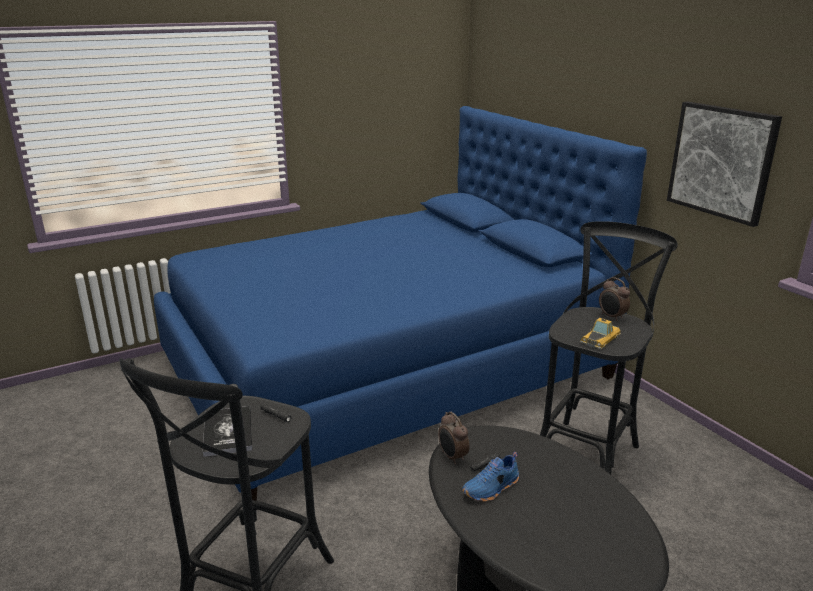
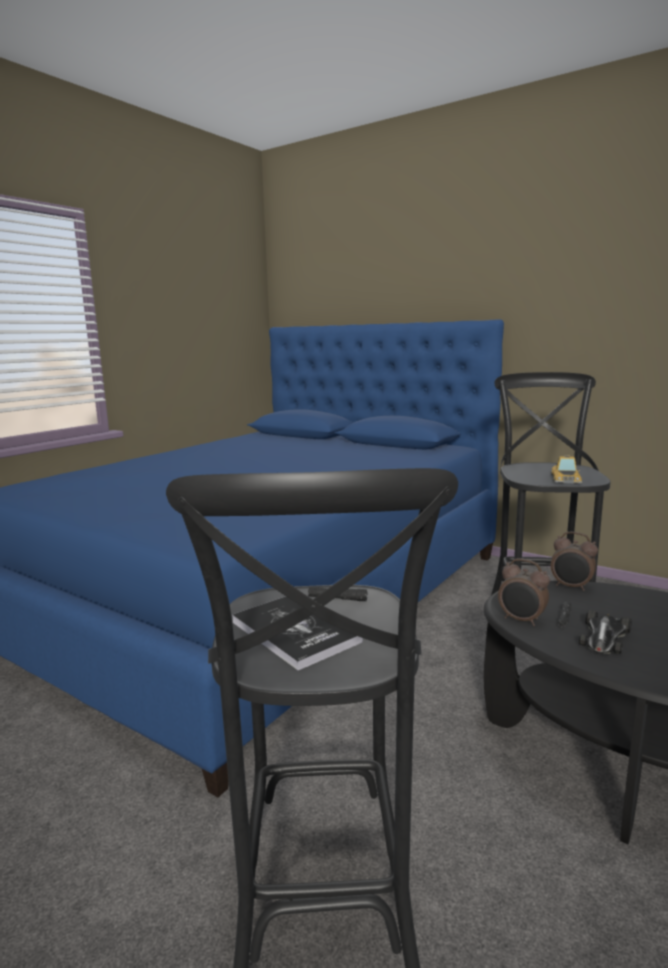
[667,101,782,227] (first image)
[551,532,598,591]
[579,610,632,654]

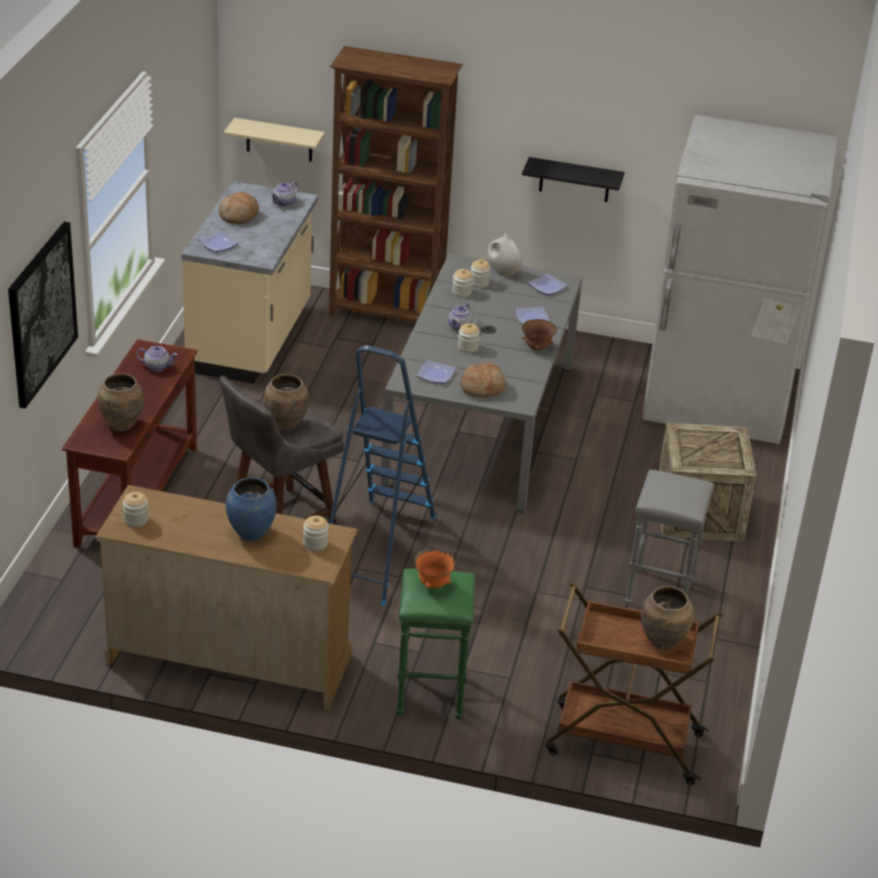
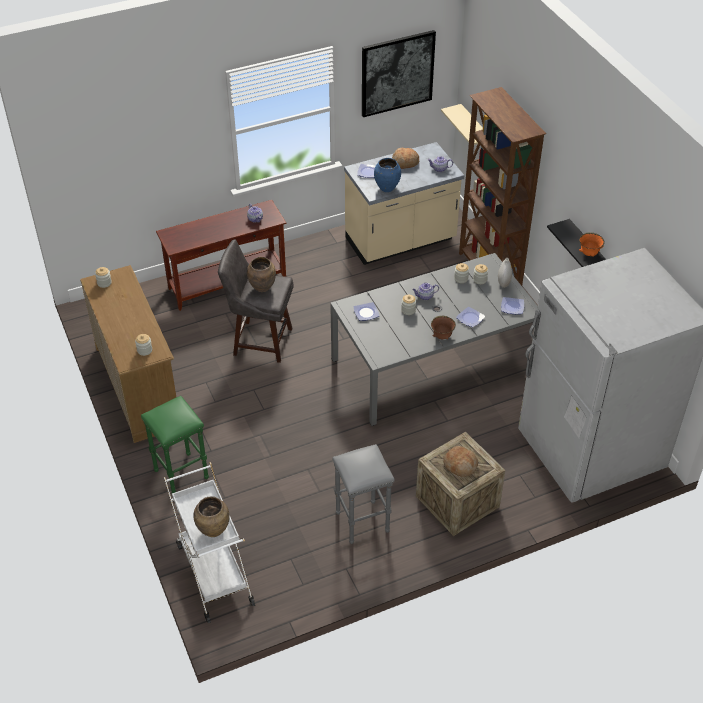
[362,30,436,117]
[329,346,436,606] (first image)
[443,446,478,477]
[97,373,144,431] (first image)
[374,158,401,192]
[579,232,605,257]
[164,462,255,623]

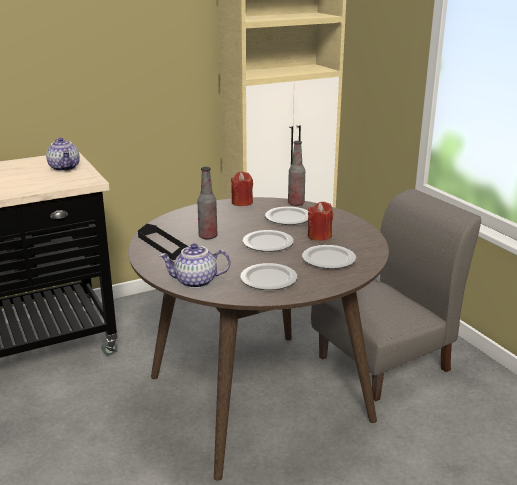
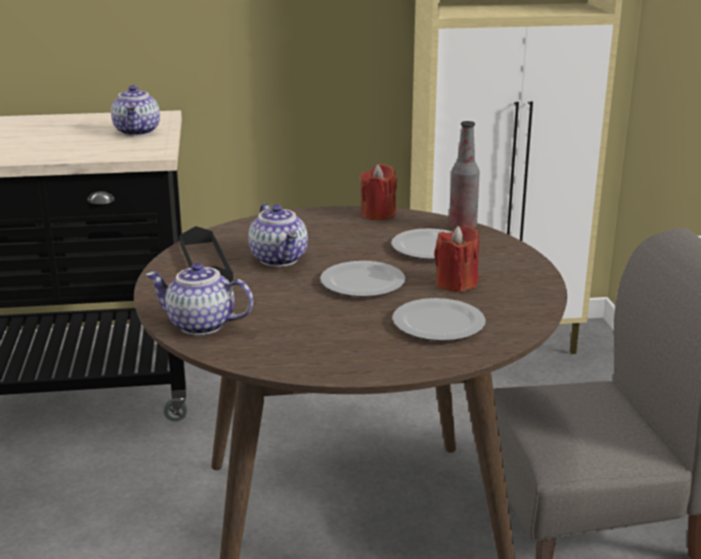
[248,203,308,267]
[240,263,297,290] (first image)

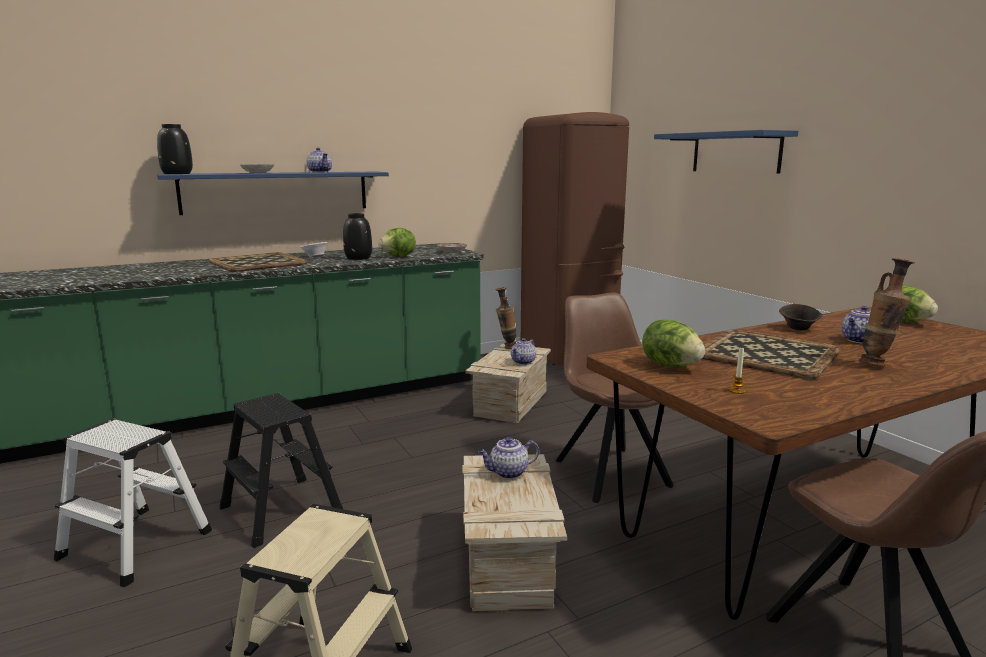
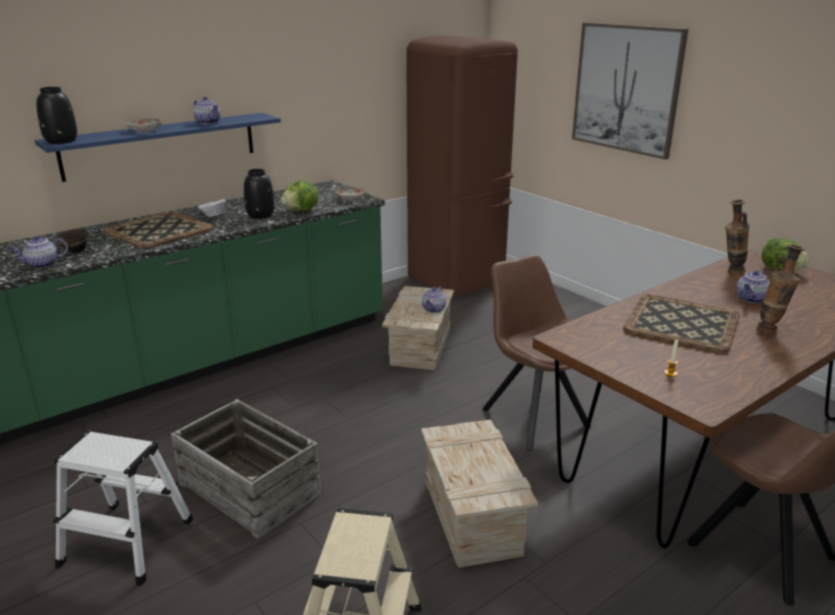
[572,22,688,159]
[725,200,750,275]
[56,229,90,253]
[642,320,705,367] (first image)
[171,399,322,539]
[9,236,68,269]

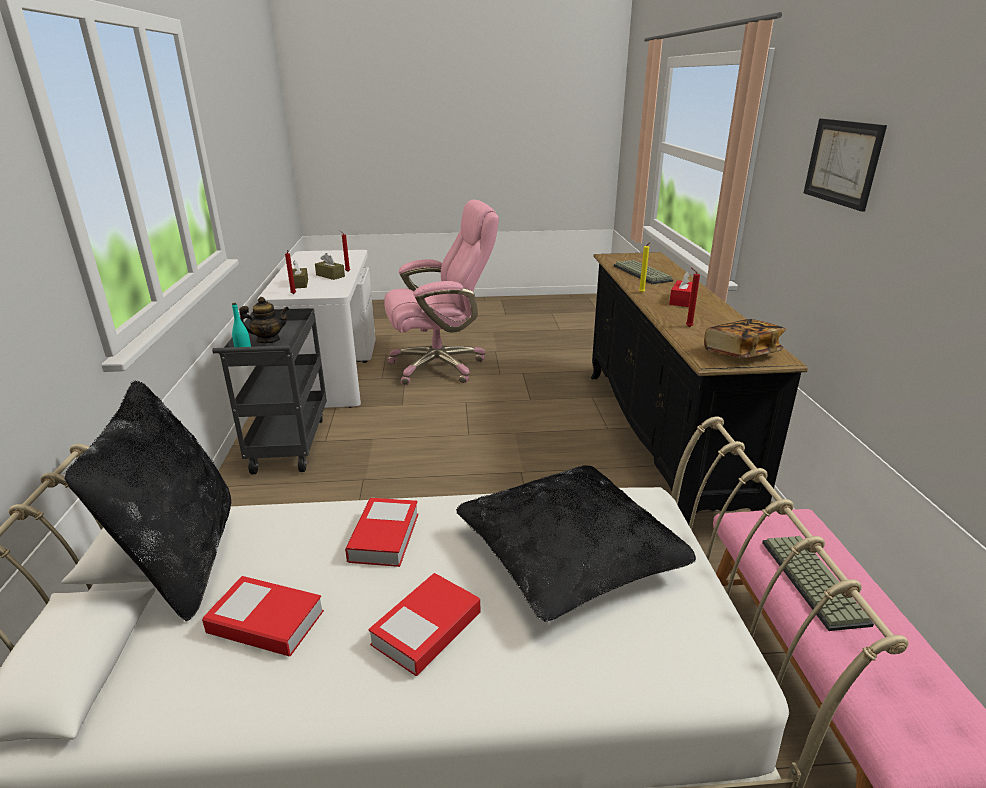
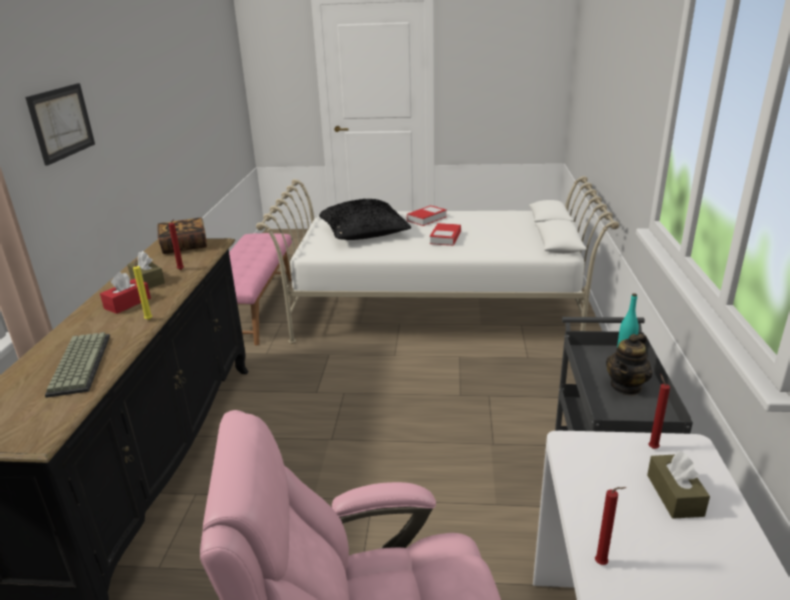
[127,251,165,288]
[606,333,653,396]
[64,380,231,621] (first image)
[762,536,874,631] (first image)
[202,576,324,656] (first image)

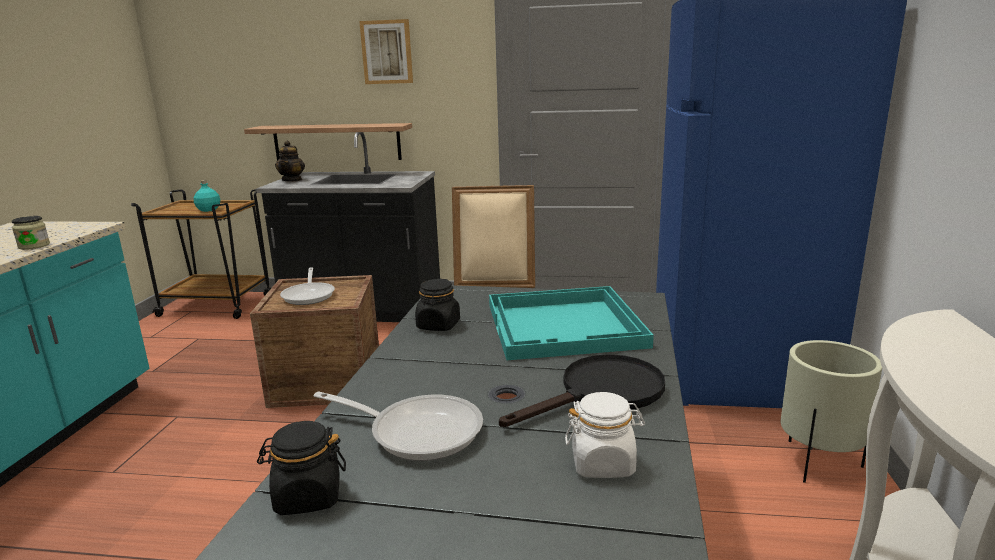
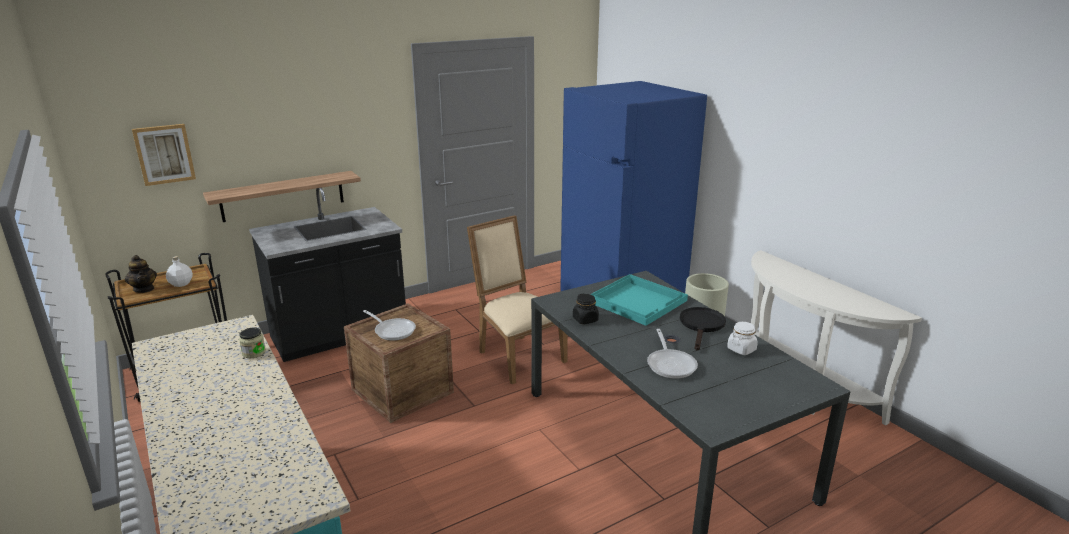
[132,124,196,186]
[125,255,157,293]
[166,256,193,287]
[647,329,698,379]
[257,421,346,515] (first image)

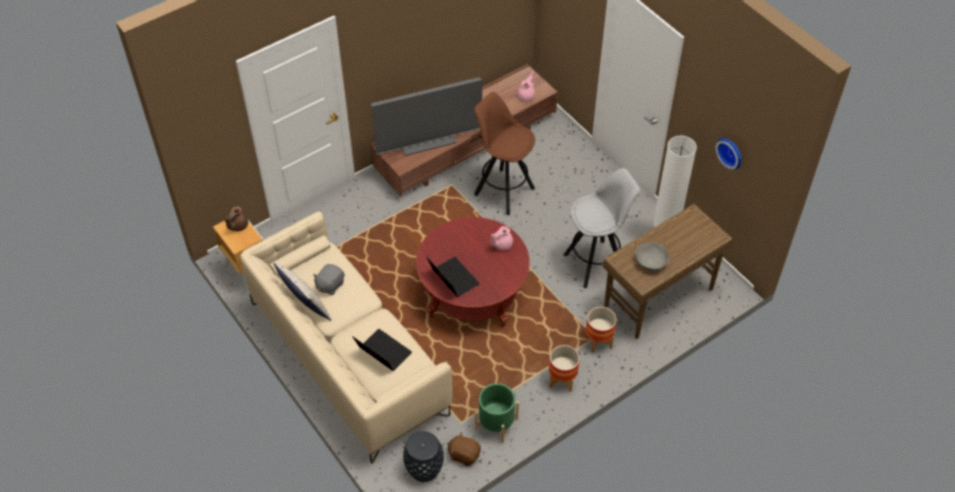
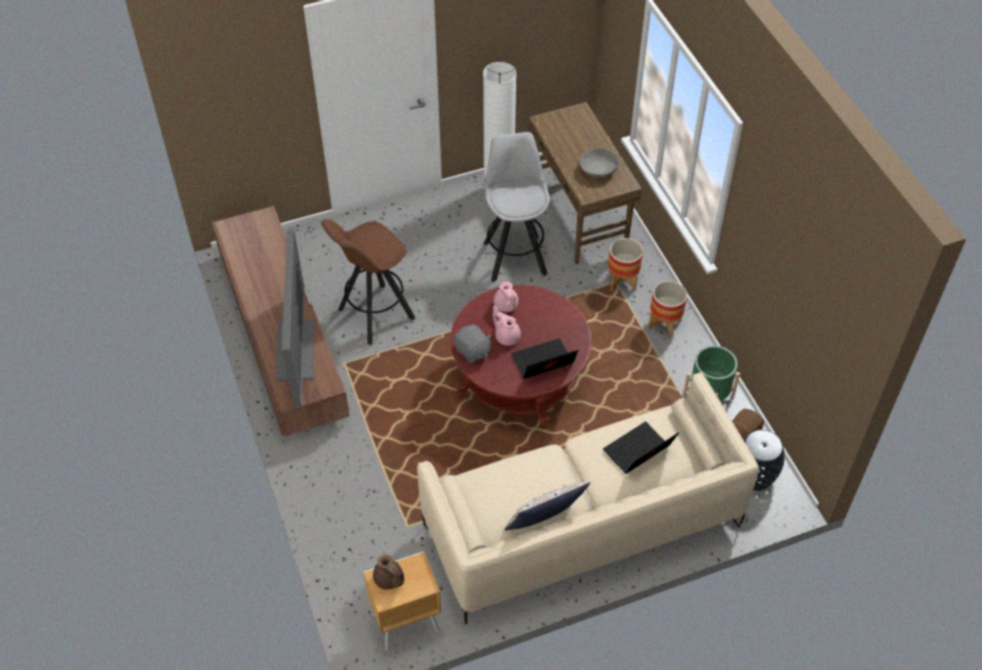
[493,306,521,346]
[715,138,741,170] (first image)
[454,324,492,363]

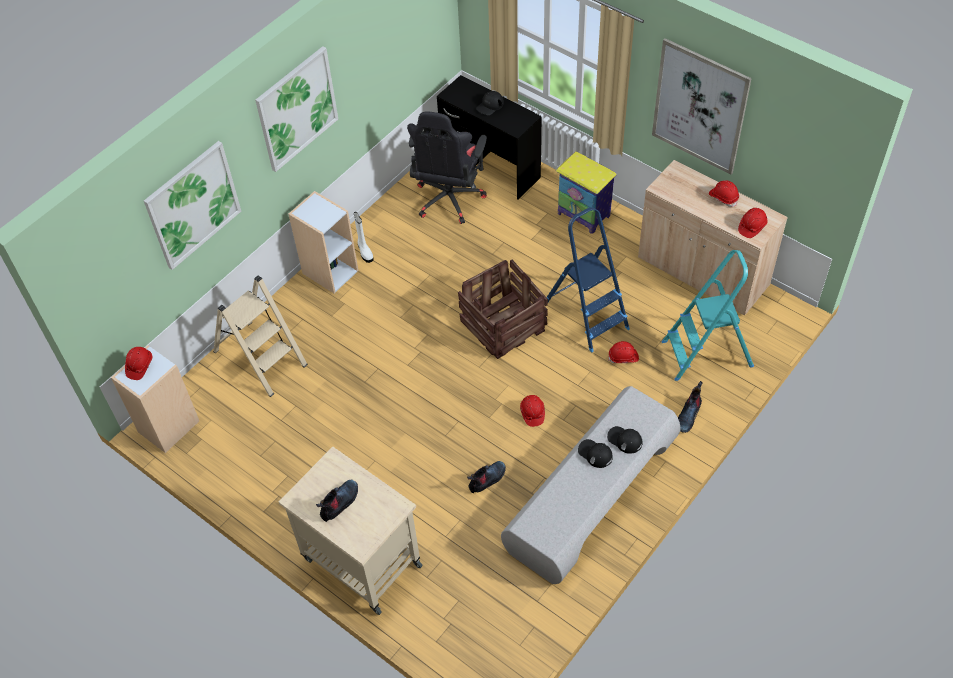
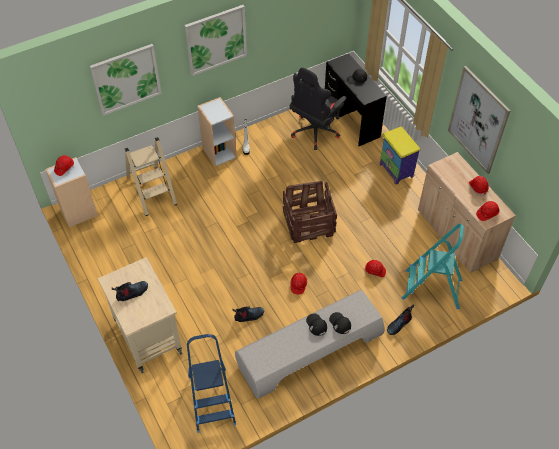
[187,334,236,433]

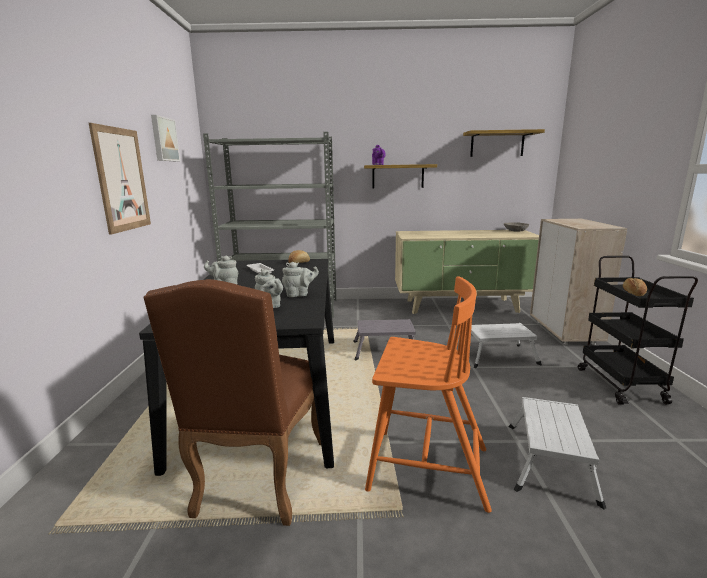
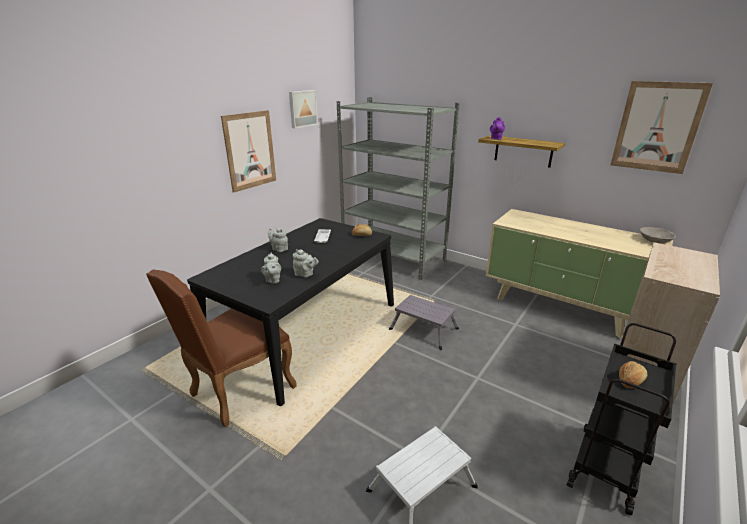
[611,81,713,174]
[365,277,492,513] (first image)
[471,323,542,368] (first image)

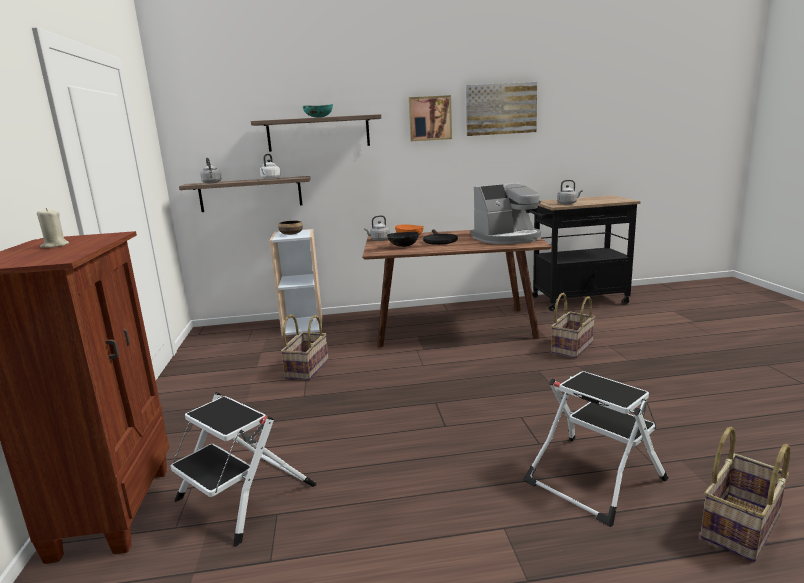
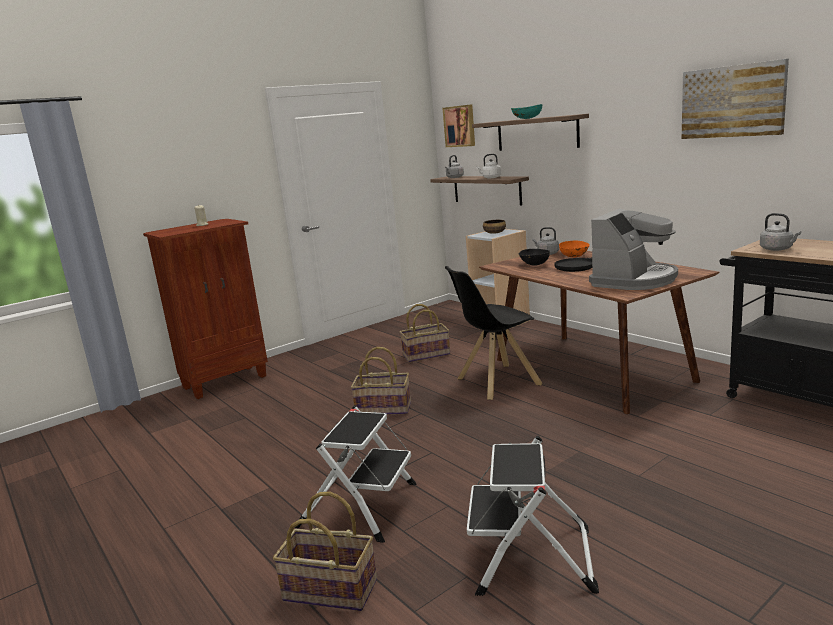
[442,104,475,147]
[589,208,678,290]
[351,347,411,415]
[467,436,599,596]
[445,266,542,400]

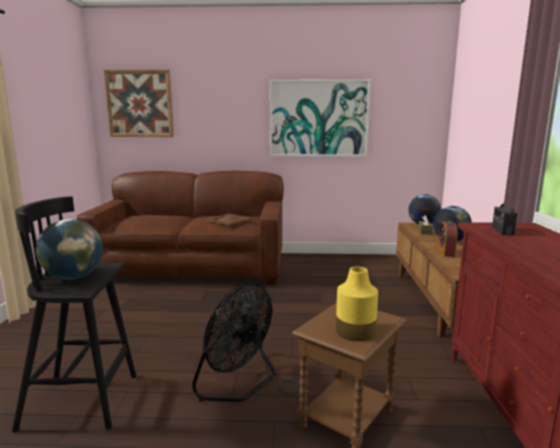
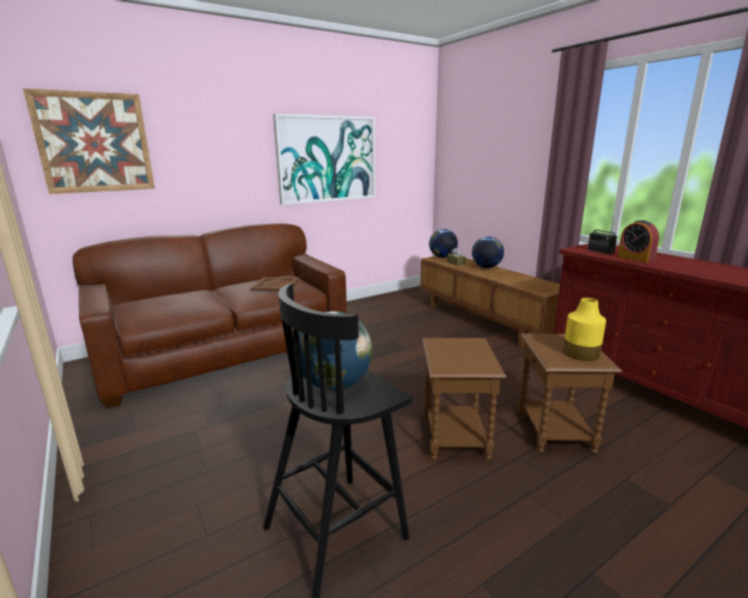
[617,220,659,263]
[422,338,507,460]

